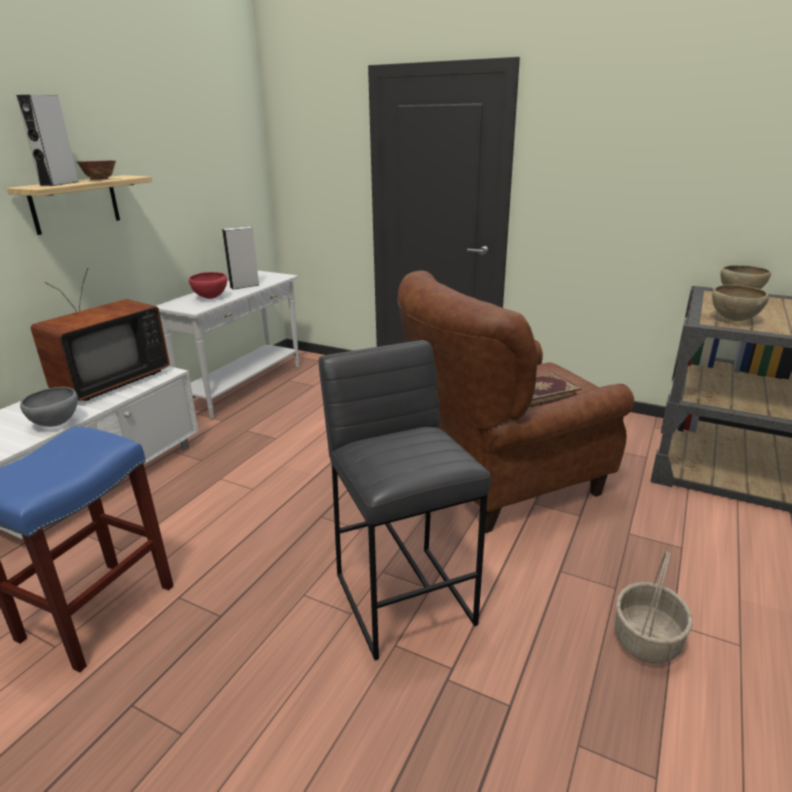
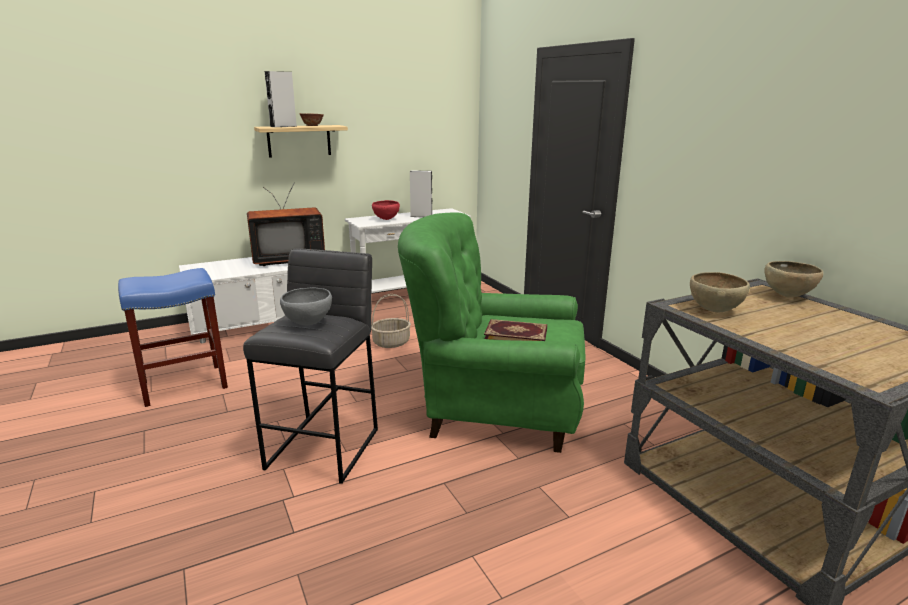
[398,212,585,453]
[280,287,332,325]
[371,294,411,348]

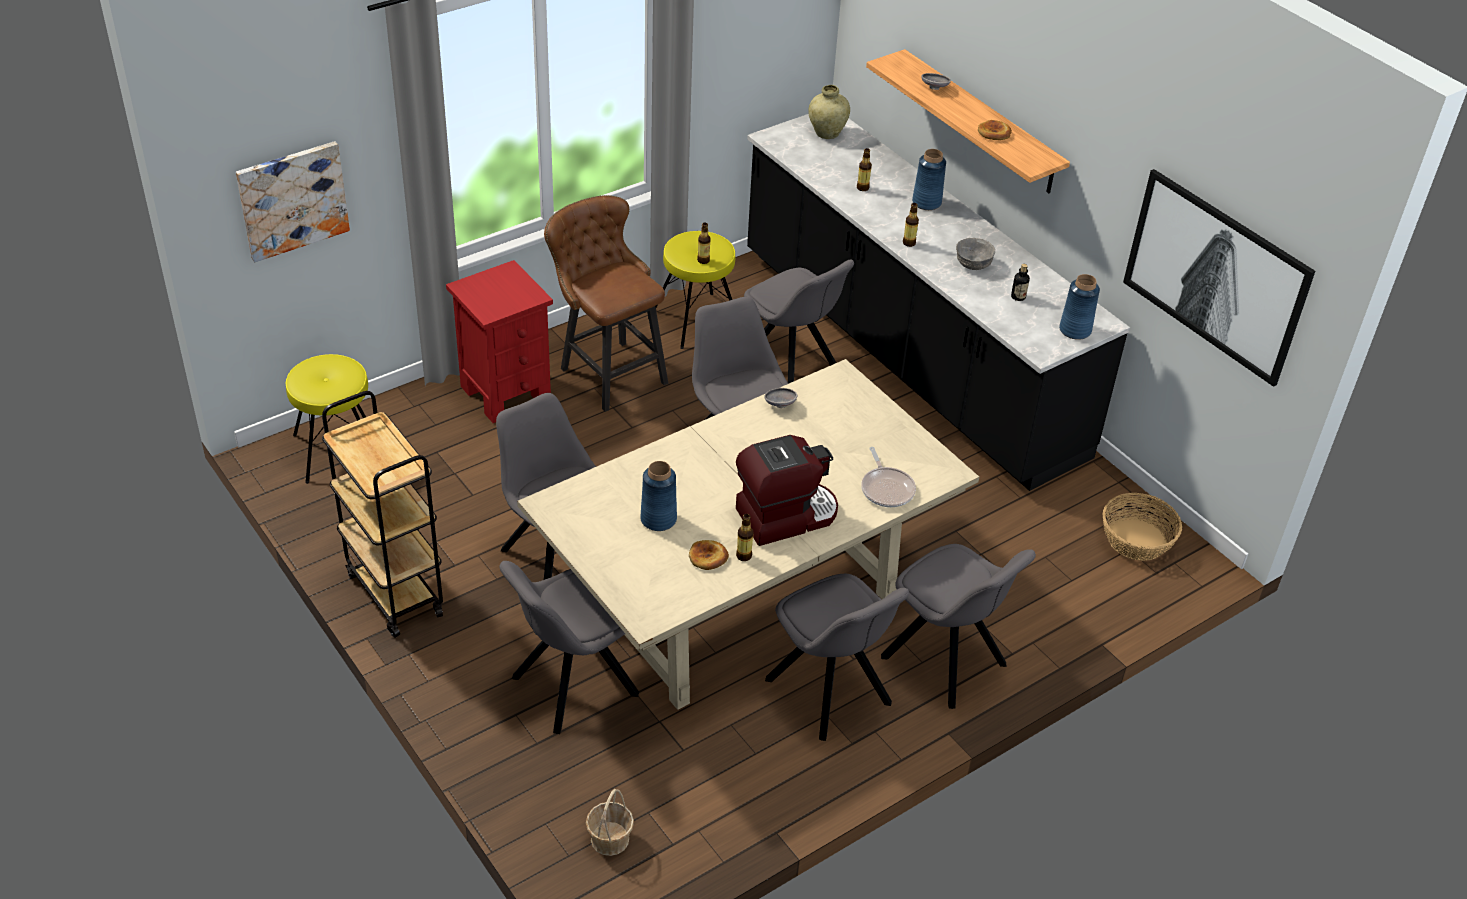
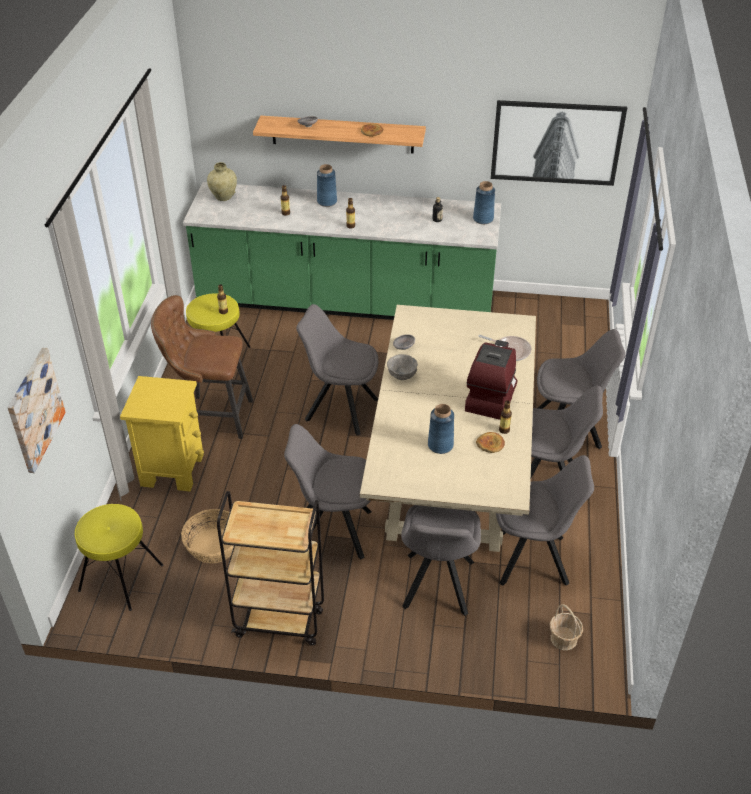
[183,182,501,320]
[387,354,418,380]
[496,455,594,586]
[120,376,204,492]
[181,509,234,563]

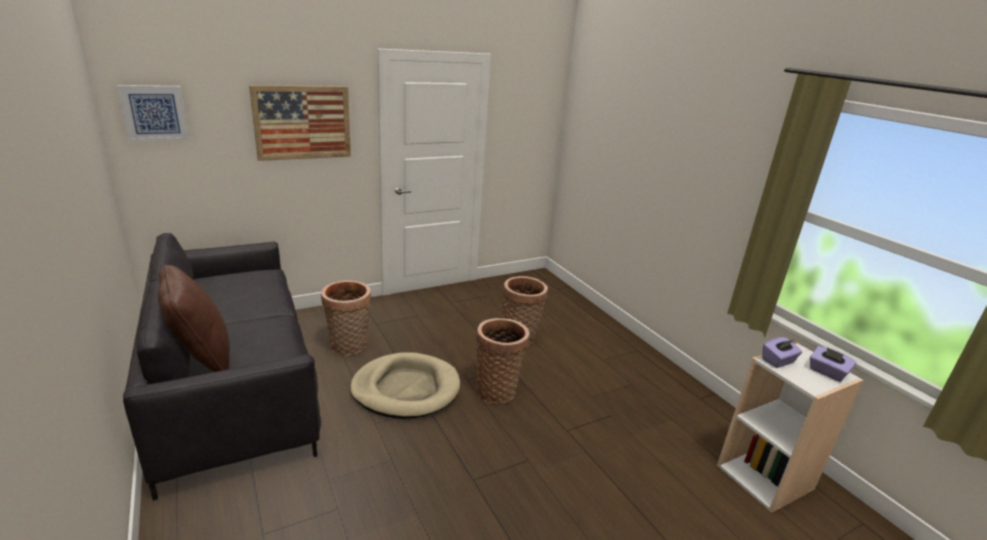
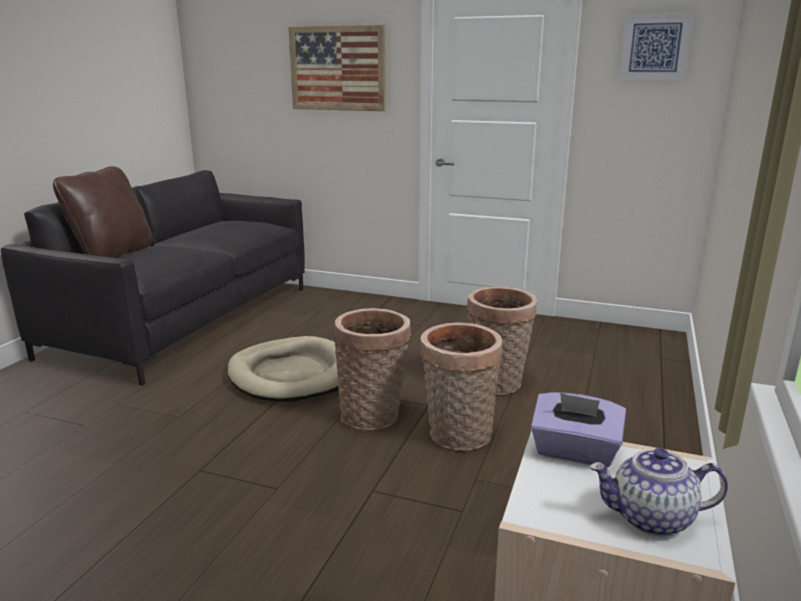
[619,12,694,81]
[420,322,502,451]
[589,448,728,537]

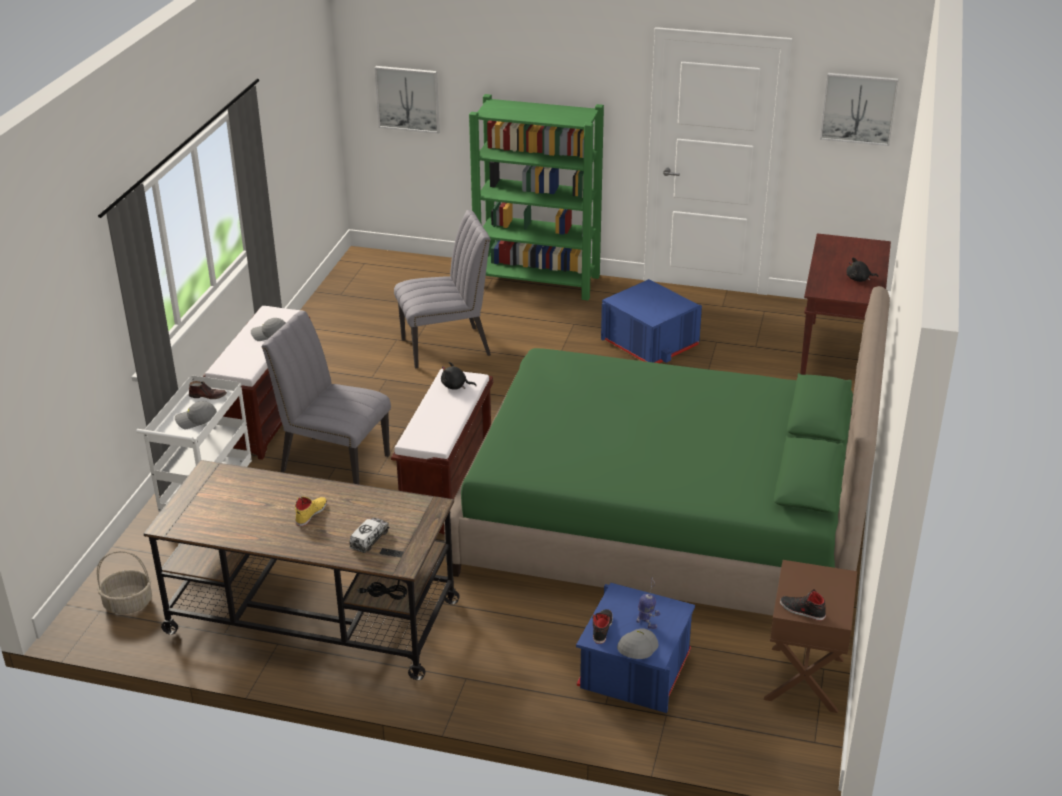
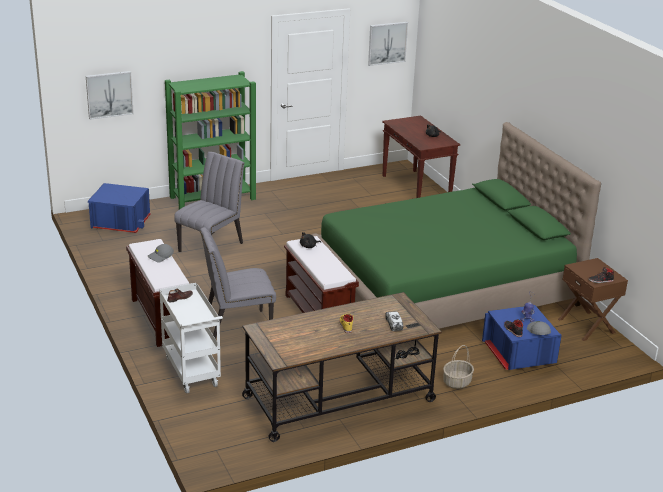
[88,183,151,233]
[175,401,217,429] (first image)
[443,345,474,389]

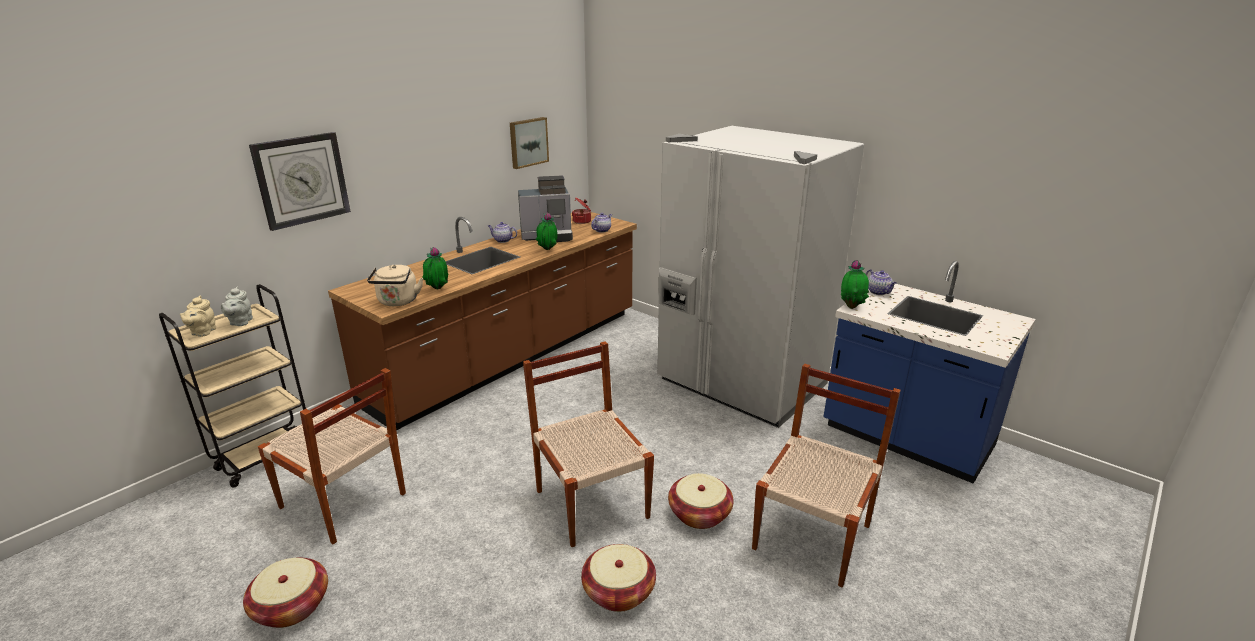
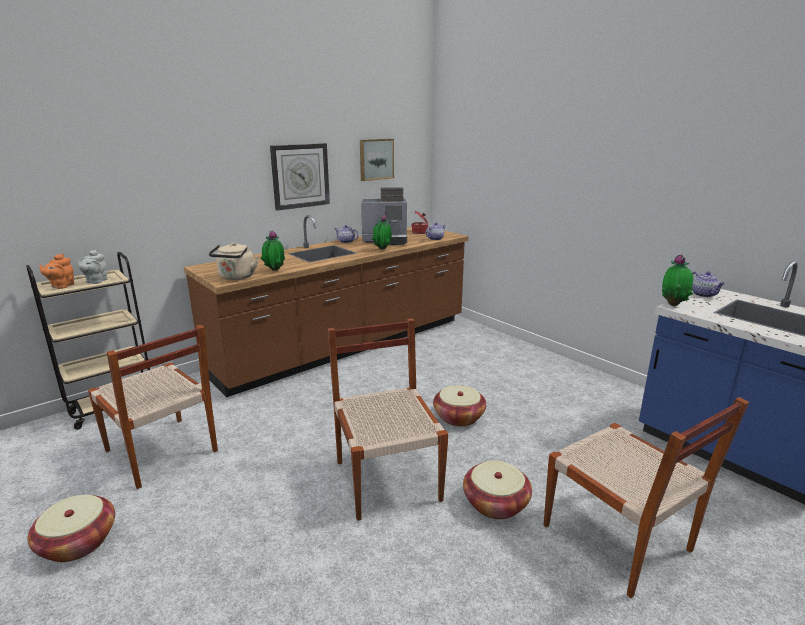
[657,126,864,428] (first image)
[270,143,330,211]
[39,254,74,289]
[544,397,749,598]
[433,385,486,427]

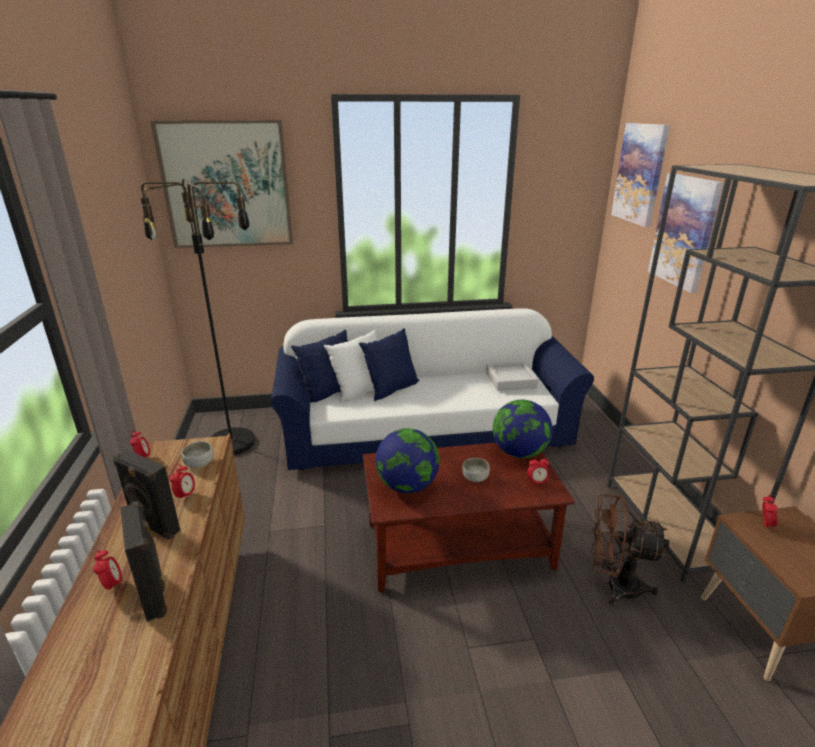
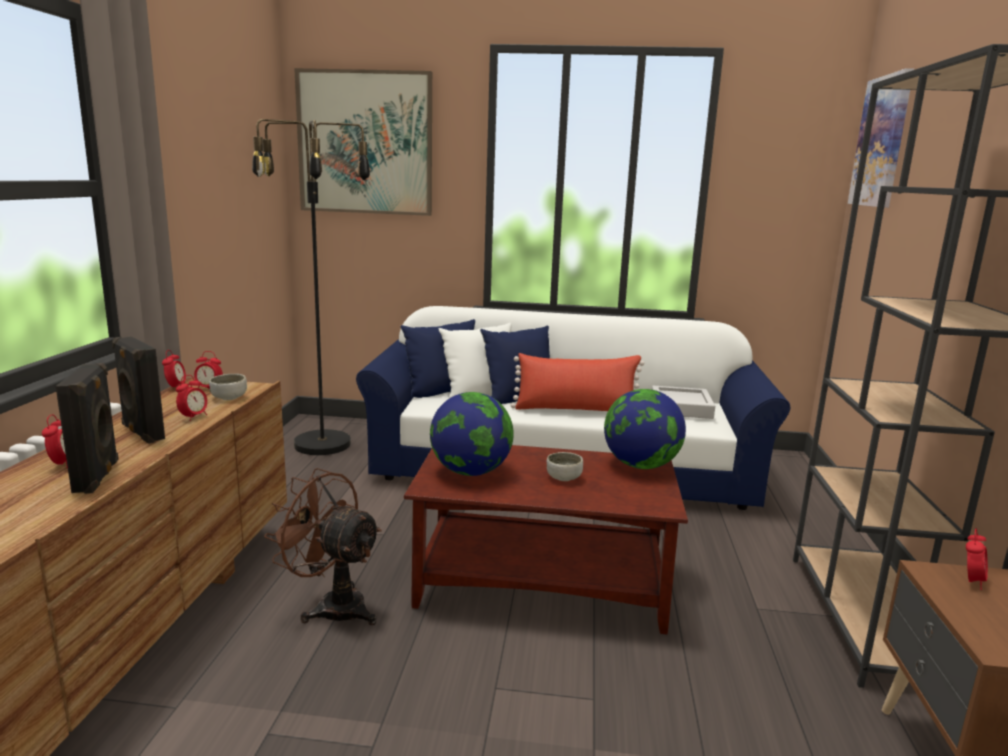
[648,173,723,293] (first image)
[194,351,223,389]
[264,468,382,625]
[510,353,644,411]

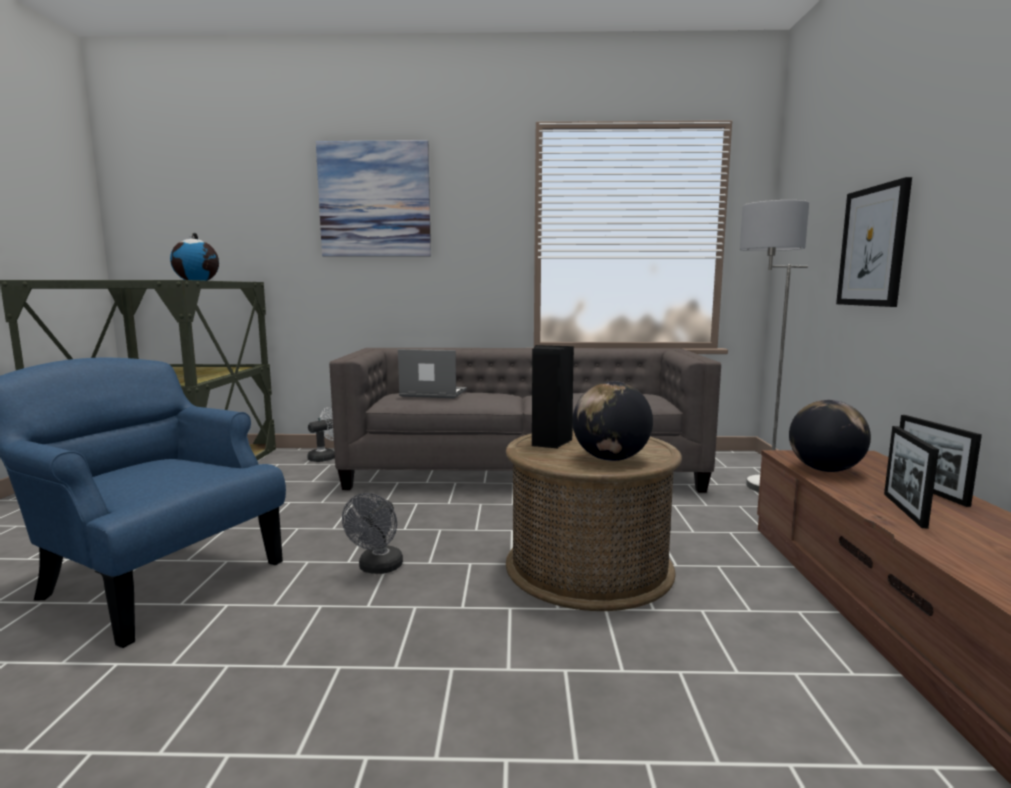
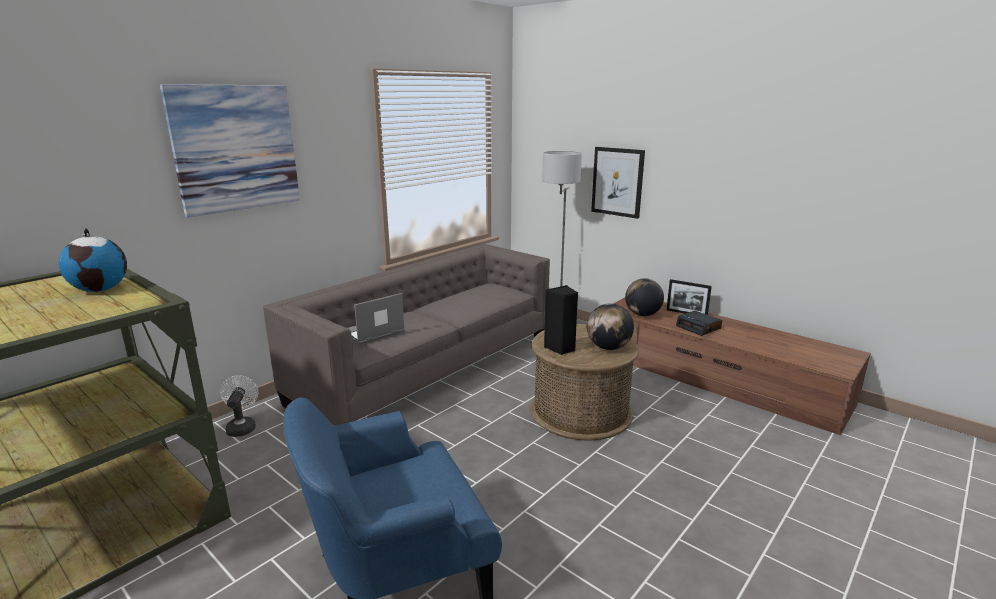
[676,311,722,336]
[342,493,403,574] (first image)

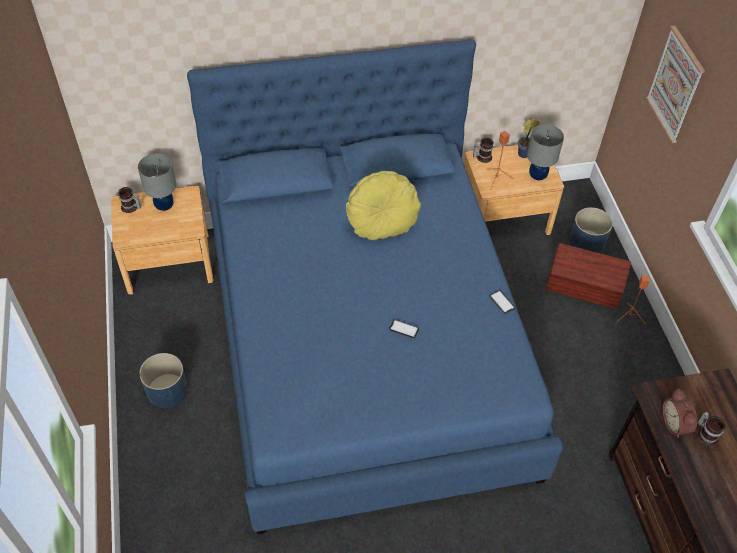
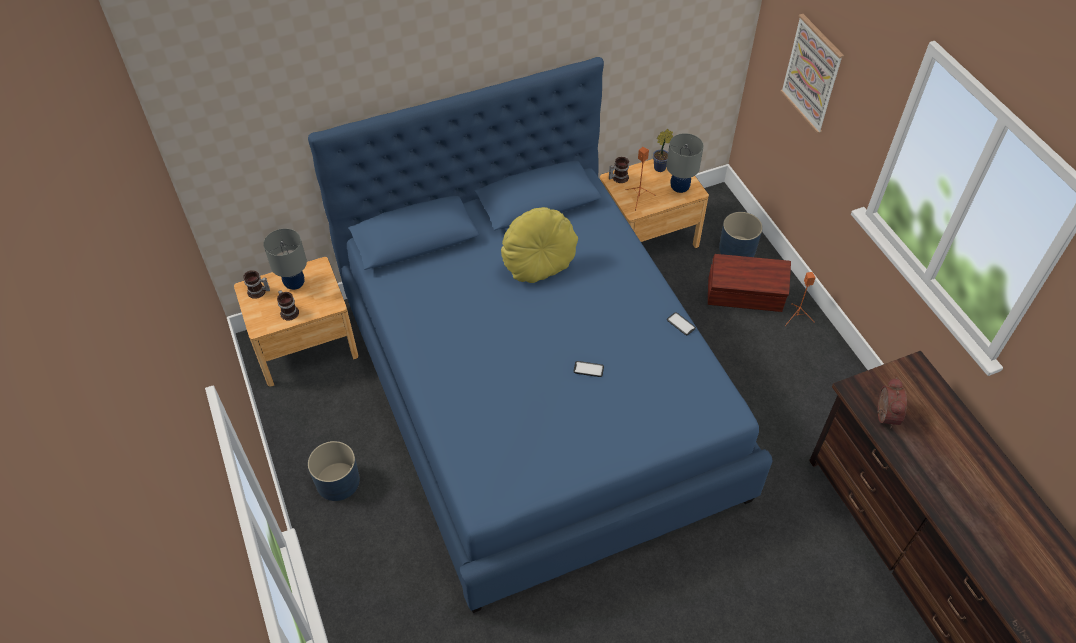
[878,377,907,429]
[277,290,299,321]

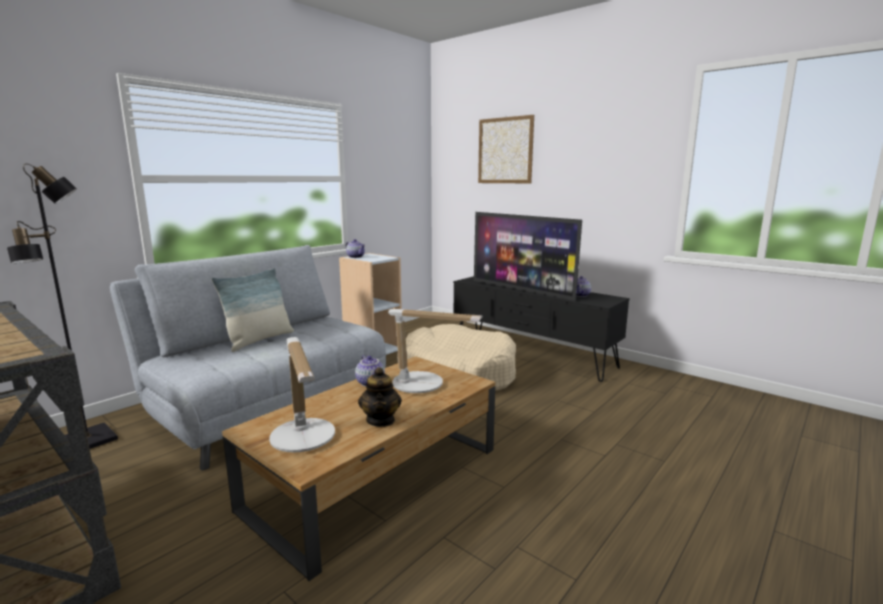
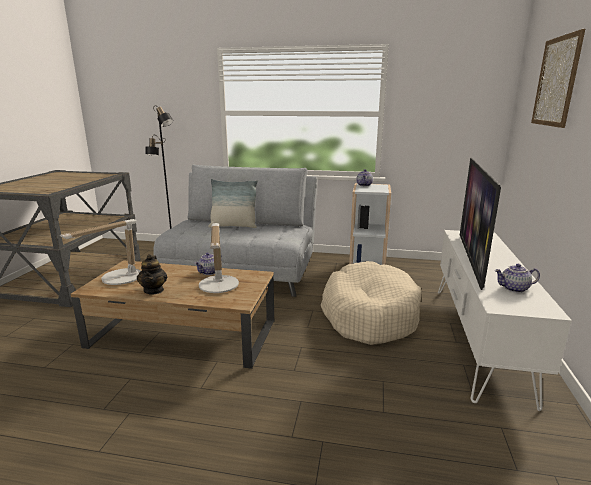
[438,230,572,411]
[137,254,167,294]

